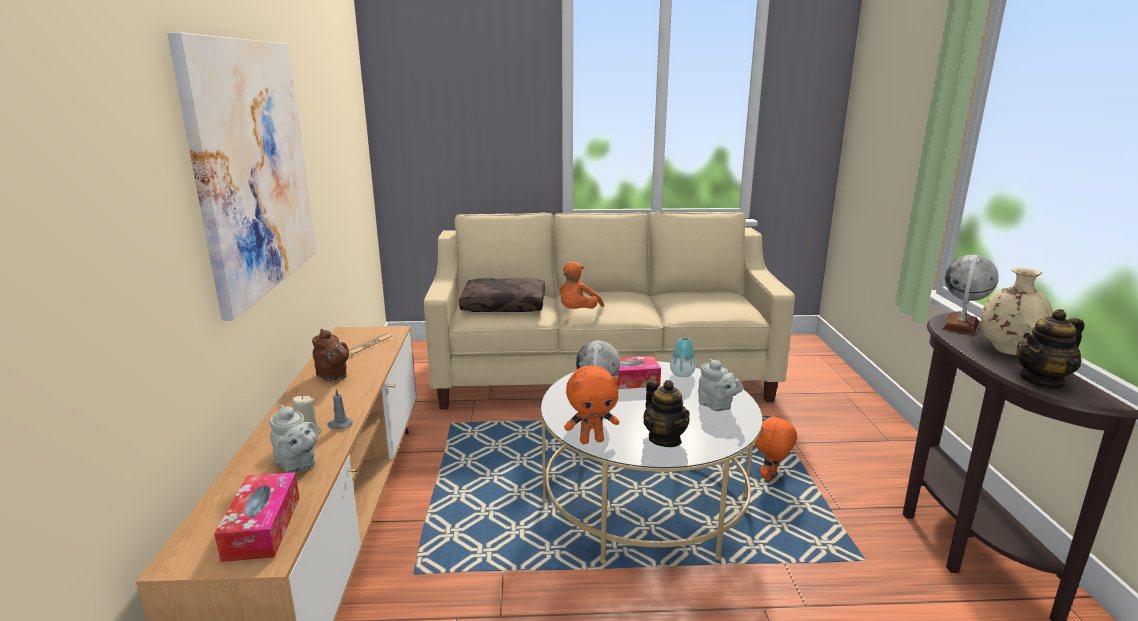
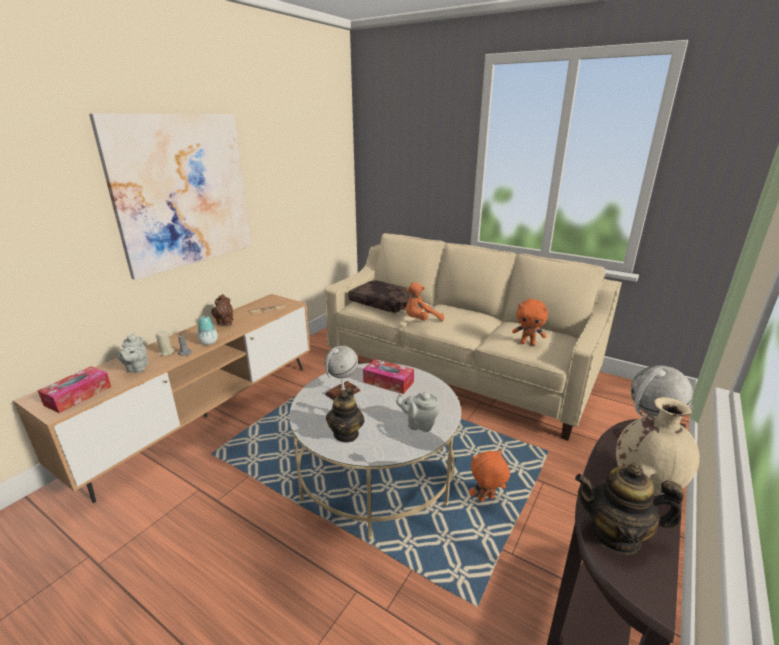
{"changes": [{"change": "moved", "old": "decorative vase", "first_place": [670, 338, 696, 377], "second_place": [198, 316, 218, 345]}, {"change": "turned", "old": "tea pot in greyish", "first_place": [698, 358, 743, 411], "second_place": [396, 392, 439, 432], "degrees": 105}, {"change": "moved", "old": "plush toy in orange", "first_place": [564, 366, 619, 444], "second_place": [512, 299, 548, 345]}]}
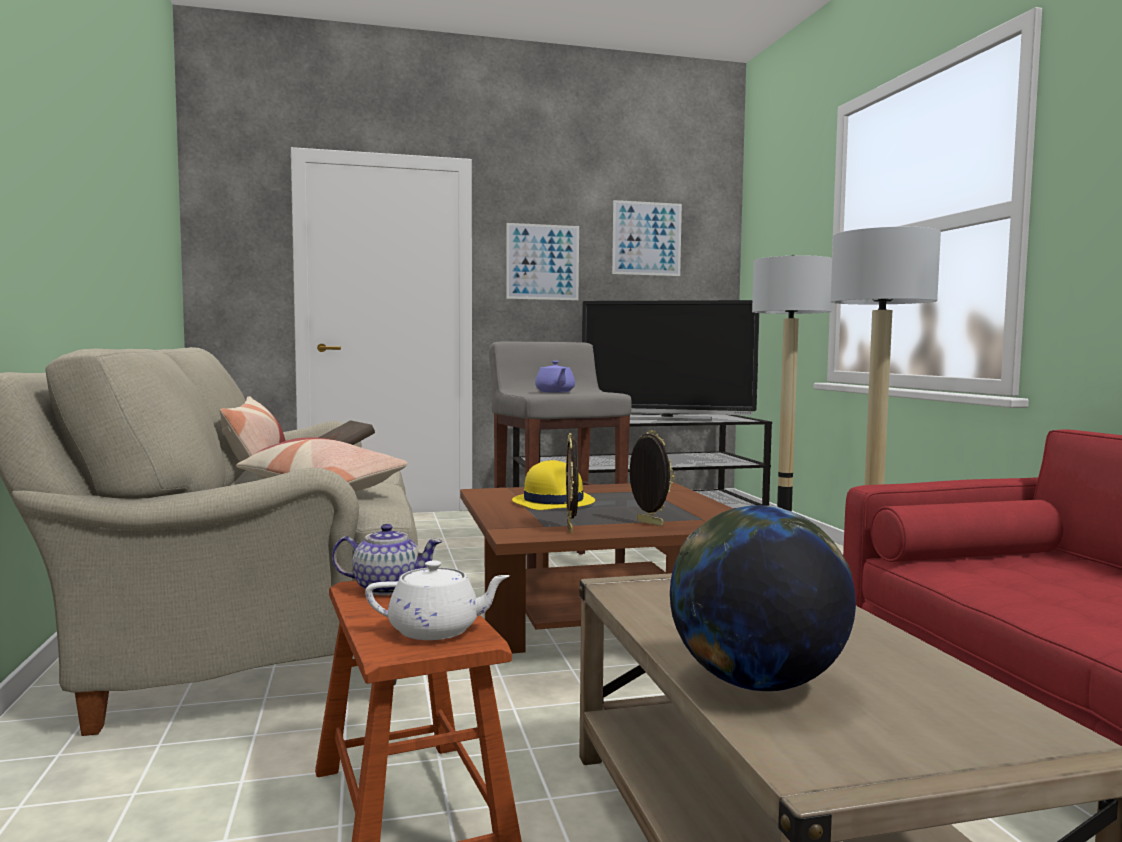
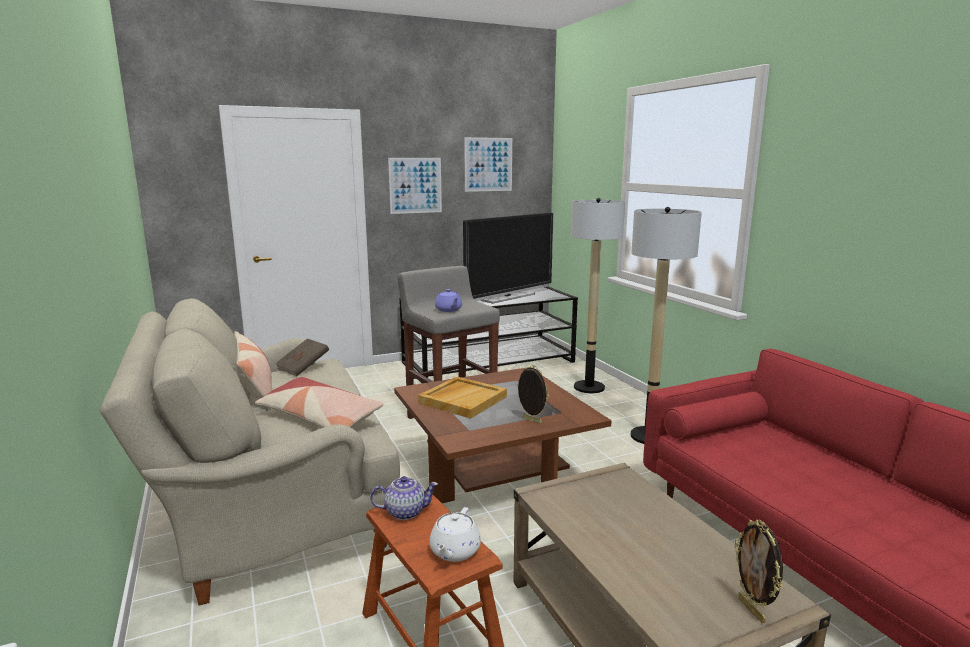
{"changes": [{"change": "turned", "old": "TV", "first_place": [582, 300, 759, 422], "second_place": [463, 213, 553, 304], "degrees": -45}, {"change": "moved", "old": "picture frame", "first_place": [566, 433, 578, 534], "second_place": [735, 520, 783, 623]}, {"change": "replaced", "old": "wearable hat in yellowish", "new": "serving tray in beige-coloured", "first_place": [512, 460, 595, 510], "second_place": [418, 377, 507, 419]}, {"change": "removed", "old": "globe", "first_place": [670, 505, 856, 691]}, {"change": "turned", "old": "tea pot in white", "first_place": [365, 561, 510, 640], "second_place": [429, 507, 481, 562], "degrees": 120}]}
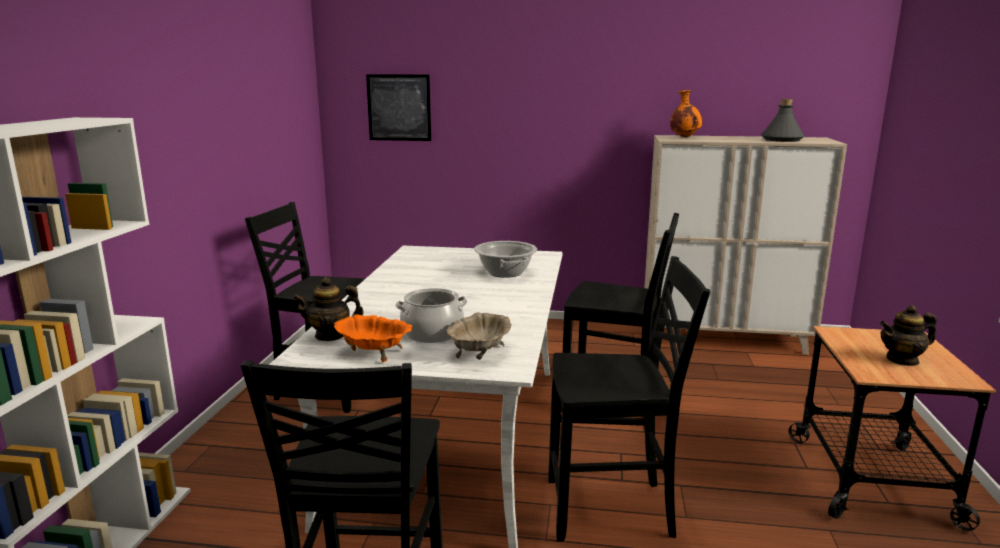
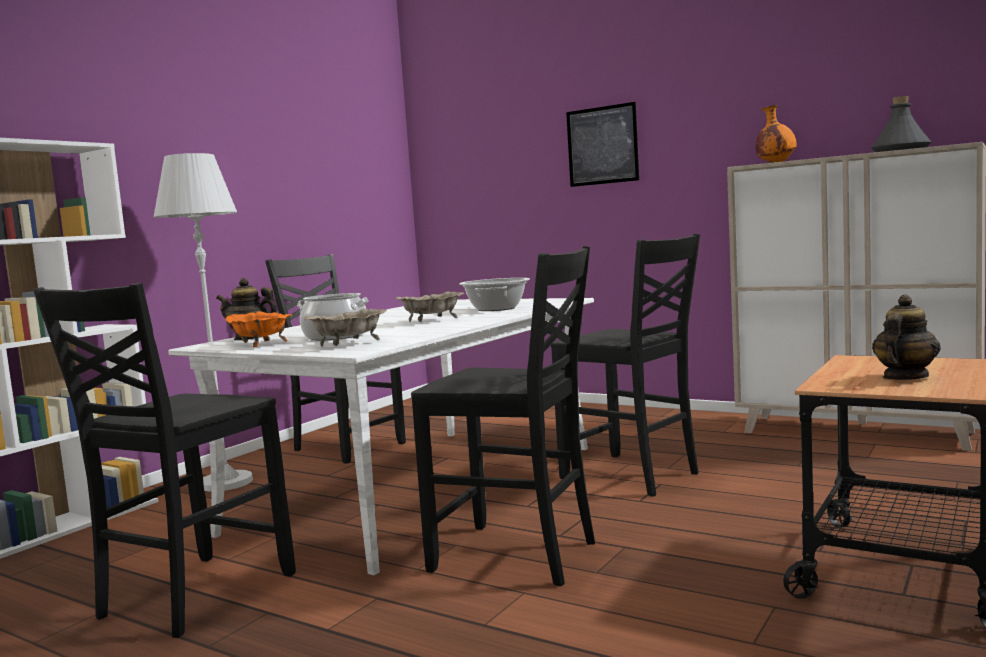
{"changes": [{"change": "moved", "old": "wall picture", "first_place": [366, 75, 431, 141], "second_place": [566, 102, 639, 187]}, {"change": "turned", "old": "tea pot", "first_place": [880, 305, 937, 366], "second_place": [872, 295, 941, 380], "degrees": 120}, {"change": "added", "new": "standard lamp in white", "second_place": [154, 153, 253, 492]}, {"change": "added", "new": "bowl in beige-coloured", "second_place": [395, 291, 465, 323]}]}
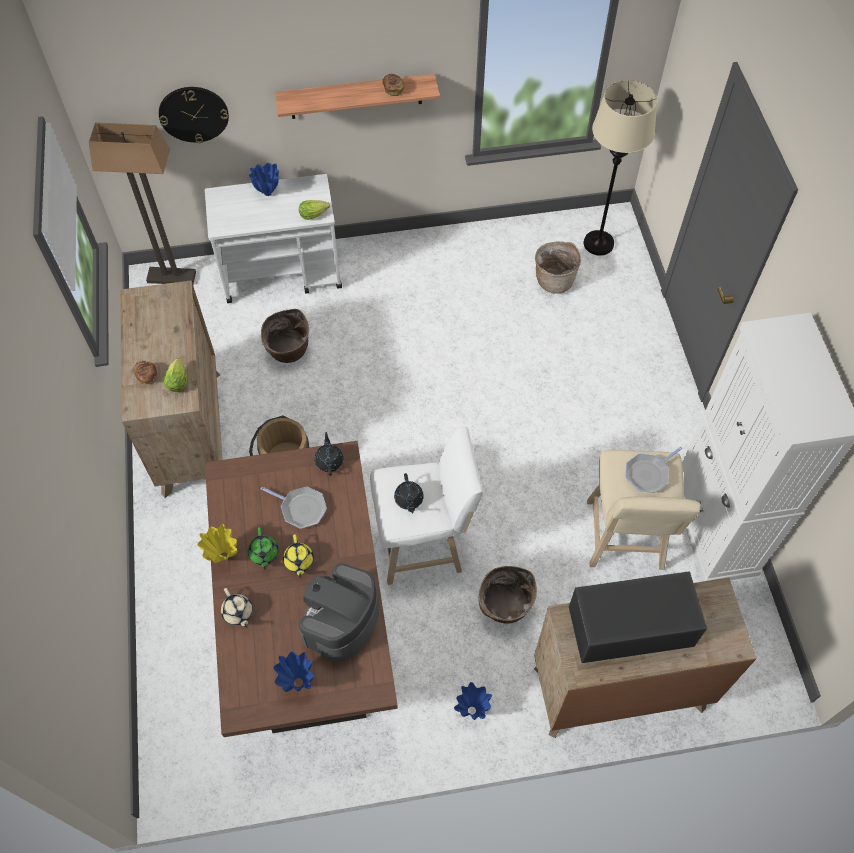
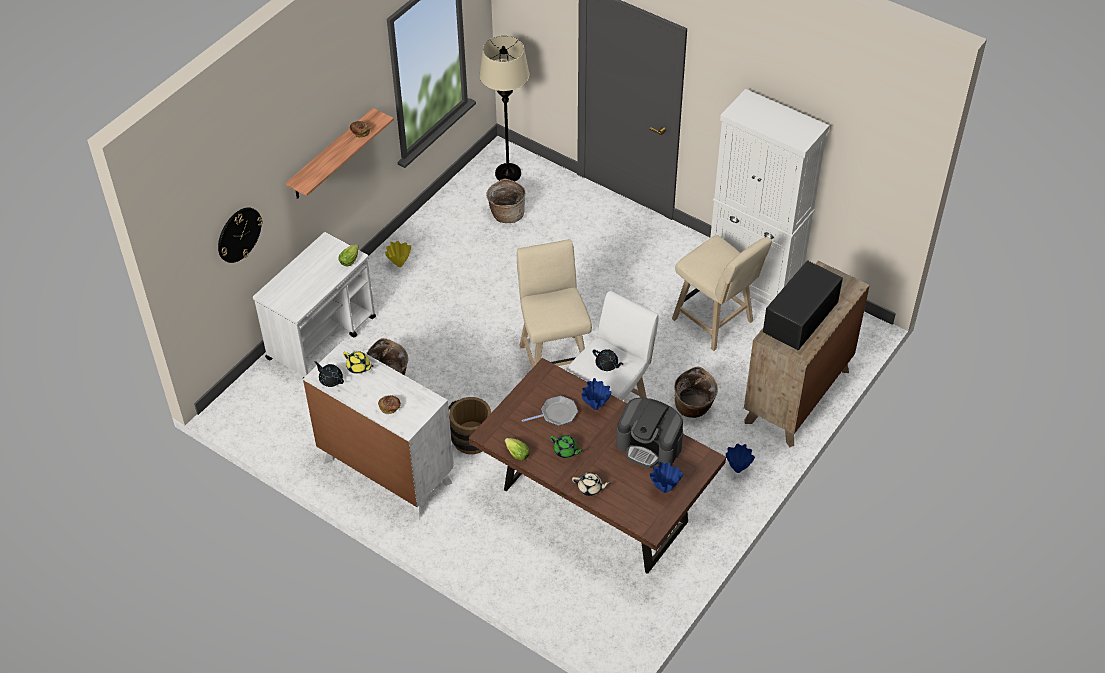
{"changes": [{"change": "removed", "old": "standard lamp", "first_place": [89, 122, 196, 284]}, {"change": "moved", "old": "decorative vase in bluish", "first_place": [249, 163, 279, 196], "second_place": [581, 378, 611, 410]}, {"change": "recoloured", "old": "drawer chest in brown-coloured", "new": "drawer chest in white", "first_place": [120, 280, 223, 498], "second_place": [303, 340, 454, 520]}, {"change": "moved", "old": "head of lettuce", "first_place": [164, 358, 187, 392], "second_place": [505, 438, 530, 460]}, {"change": "moved", "old": "tea pot in black-coloured", "first_place": [314, 432, 343, 476], "second_place": [315, 361, 344, 387]}, {"change": "removed", "old": "pan", "first_place": [626, 447, 683, 493]}, {"change": "moved", "old": "decorative vase in yellowish", "first_place": [198, 524, 237, 563], "second_place": [385, 241, 411, 267]}, {"change": "moved", "old": "tea pot in yellowish", "first_place": [283, 534, 314, 578], "second_place": [343, 351, 373, 374]}, {"change": "turned", "old": "coffee brewer", "first_place": [299, 563, 380, 662], "second_place": [616, 398, 683, 468], "degrees": -45}, {"change": "added", "new": "stool in beige-coloured", "second_place": [517, 239, 592, 368]}]}
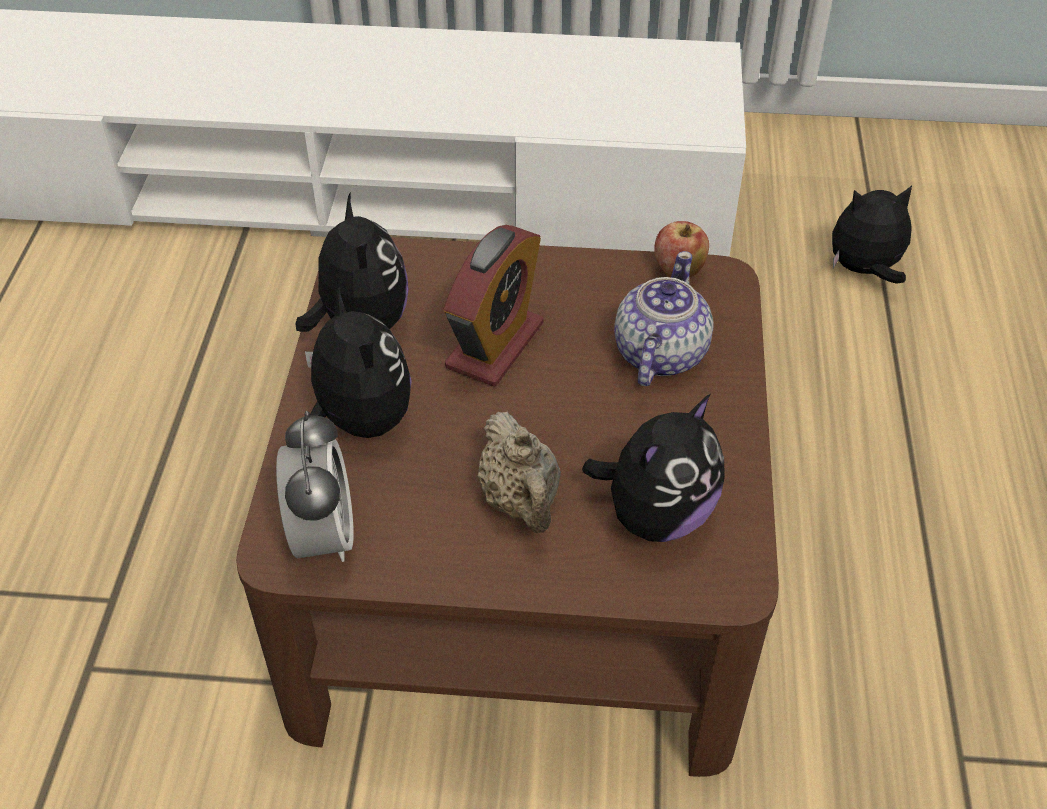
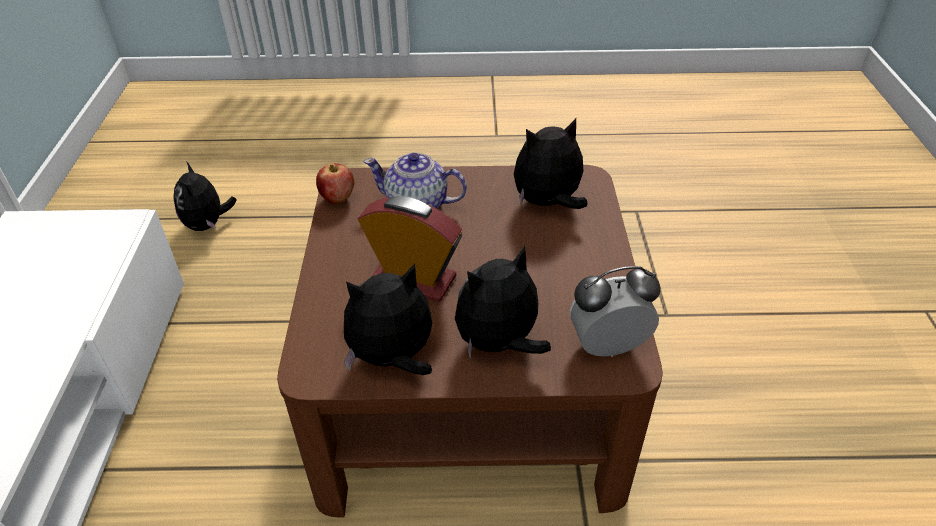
{"changes": [{"change": "turned", "old": "plush toy", "first_place": [582, 394, 725, 542], "second_place": [514, 118, 588, 209], "degrees": -60}, {"change": "removed", "old": "tea pot in beige-coloured", "first_place": [478, 412, 561, 533]}]}
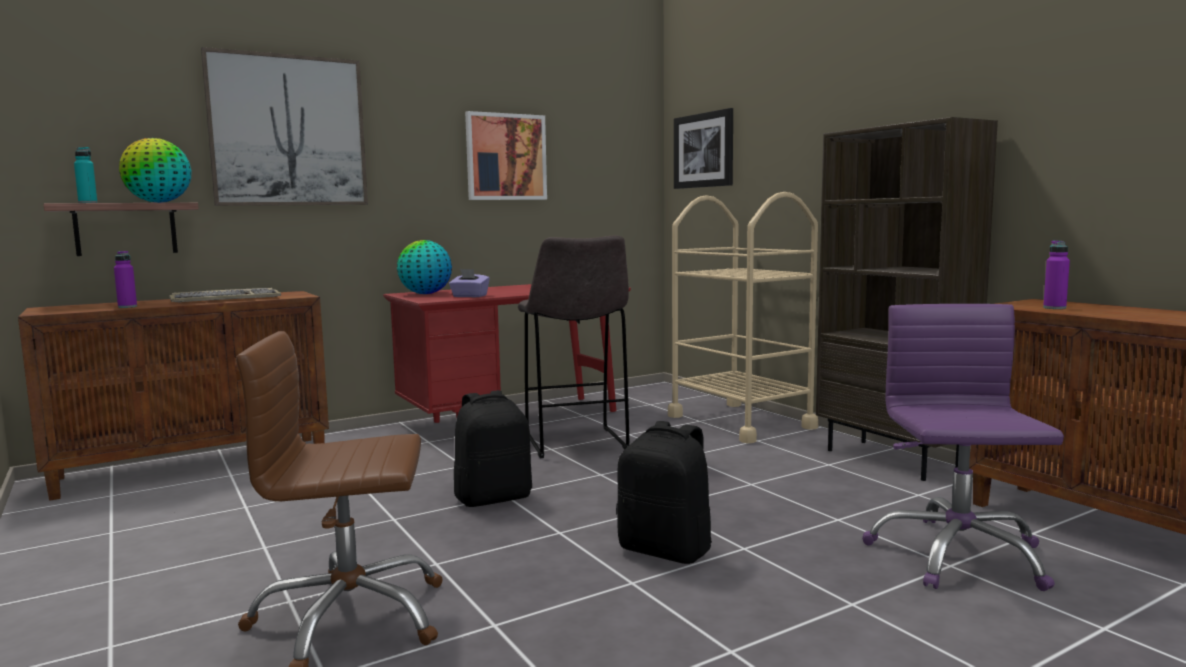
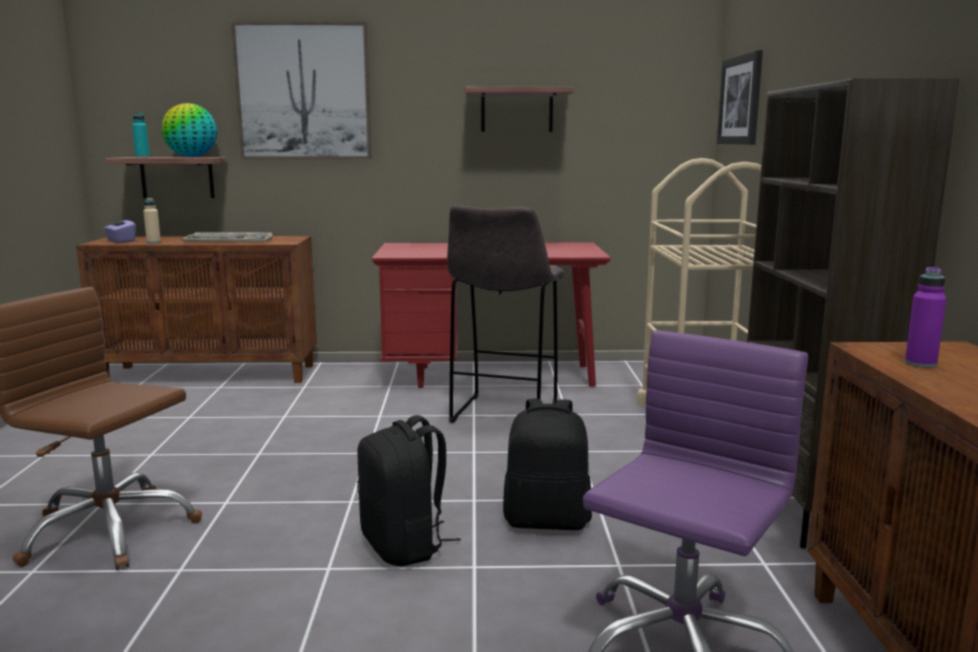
{"changes": [{"change": "replaced", "old": "wall picture", "new": "shelf", "first_place": [465, 111, 547, 200], "second_place": [465, 87, 574, 132]}, {"change": "removed", "old": "globe", "first_place": [397, 240, 452, 294]}, {"change": "recoloured", "old": "drink bottle in purple", "new": "drink bottle in beige-coloured", "first_place": [114, 251, 137, 308], "second_place": [143, 198, 161, 244]}, {"change": "moved", "old": "tissue holder in purple", "first_place": [449, 269, 490, 297], "second_place": [103, 215, 136, 243]}, {"change": "moved", "old": "knapsack in black-coloured", "first_place": [454, 390, 532, 507], "second_place": [503, 399, 592, 530]}]}
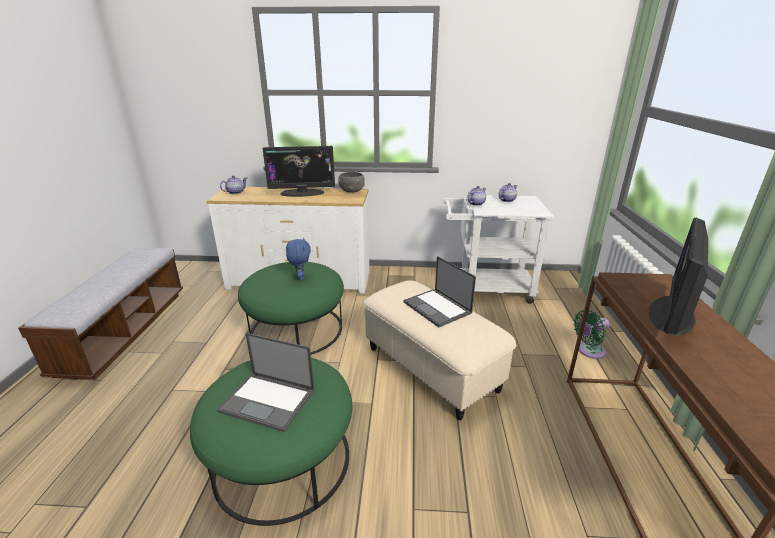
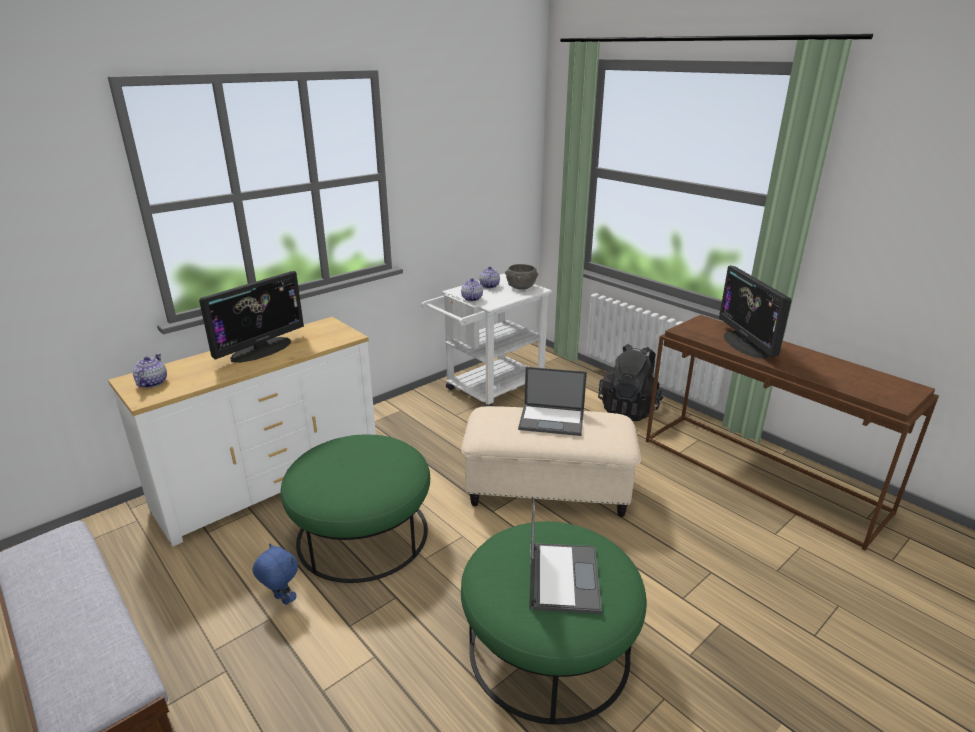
{"changes": [{"change": "moved", "old": "bowl in greyish", "first_place": [338, 172, 365, 193], "second_place": [505, 264, 538, 289]}, {"change": "moved", "old": "plush toy in bluish", "first_place": [286, 238, 311, 281], "second_place": [252, 543, 298, 605]}, {"change": "replaced", "old": "cooling fan in greenish", "new": "knapsack in black-coloured", "first_place": [574, 310, 610, 359], "second_place": [598, 344, 663, 421]}, {"change": "turned", "old": "laptop", "first_place": [217, 333, 315, 432], "second_place": [529, 498, 602, 614], "degrees": -60}]}
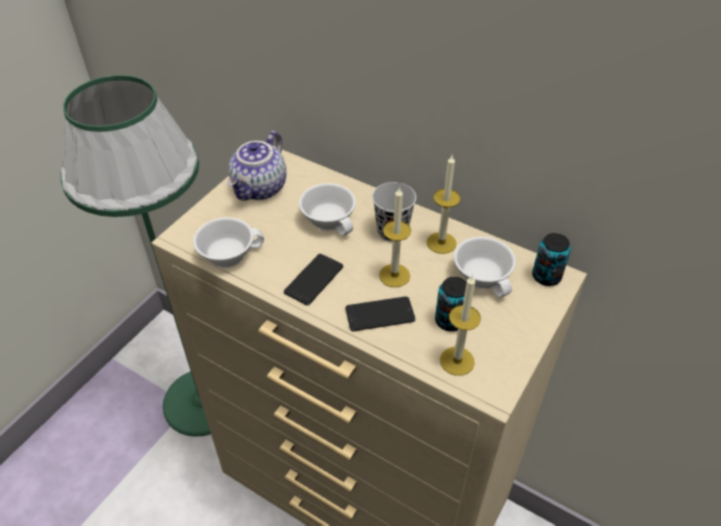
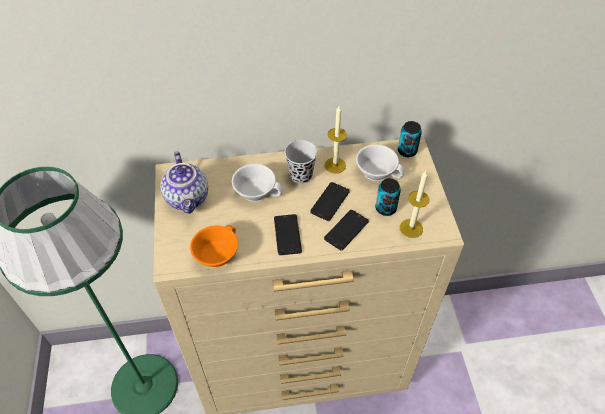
{"changes": [{"change": "replaced", "old": "candle", "new": "telephone", "first_place": [379, 187, 411, 287], "second_place": [310, 182, 350, 221]}, {"change": "recoloured", "old": "small cup in white", "new": "small cup in orange", "first_place": [193, 217, 264, 268], "second_place": [190, 225, 238, 268]}]}
